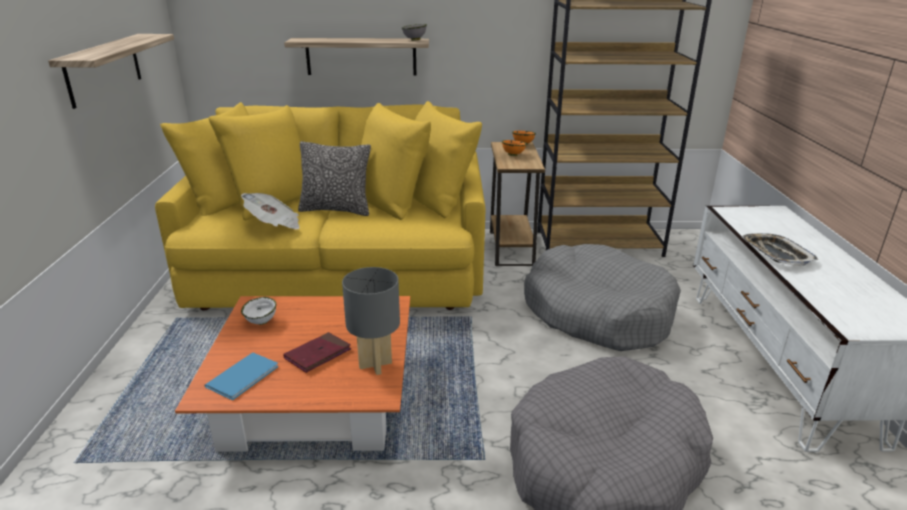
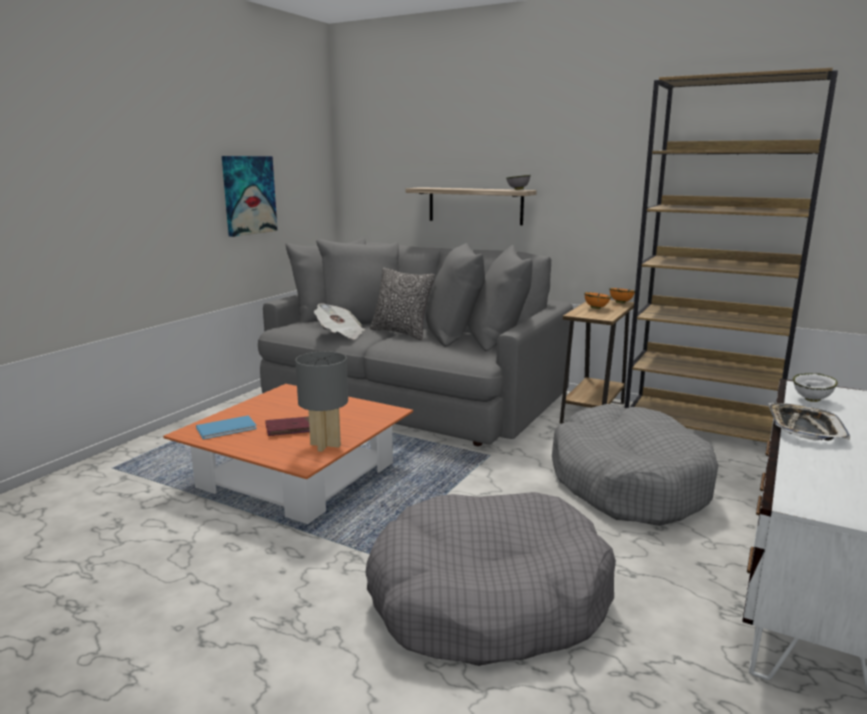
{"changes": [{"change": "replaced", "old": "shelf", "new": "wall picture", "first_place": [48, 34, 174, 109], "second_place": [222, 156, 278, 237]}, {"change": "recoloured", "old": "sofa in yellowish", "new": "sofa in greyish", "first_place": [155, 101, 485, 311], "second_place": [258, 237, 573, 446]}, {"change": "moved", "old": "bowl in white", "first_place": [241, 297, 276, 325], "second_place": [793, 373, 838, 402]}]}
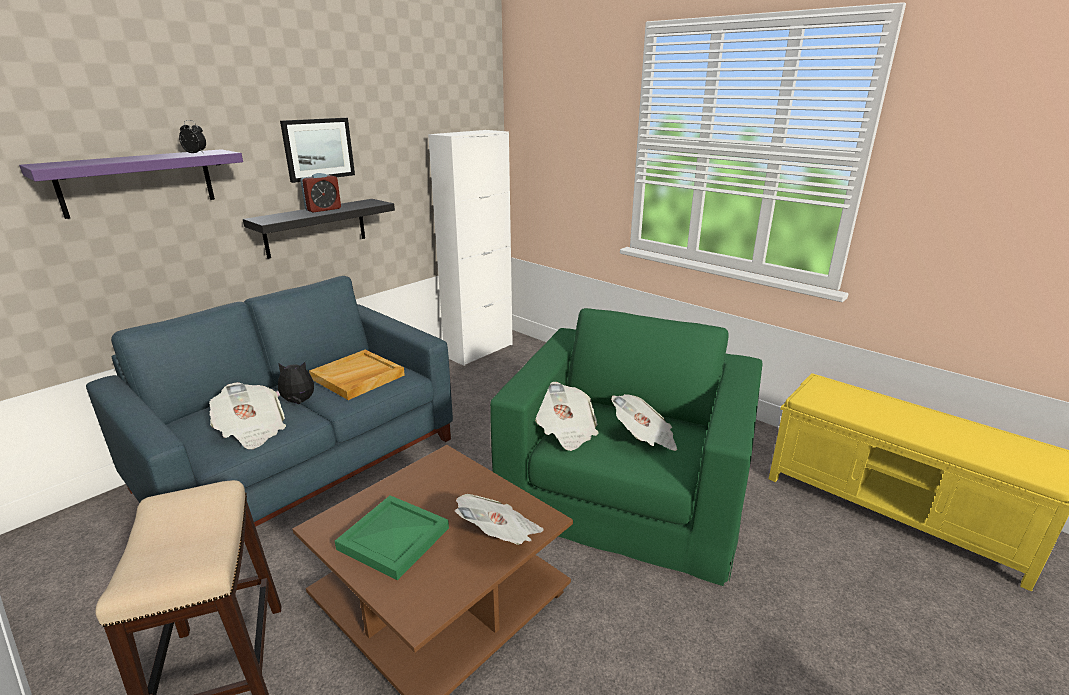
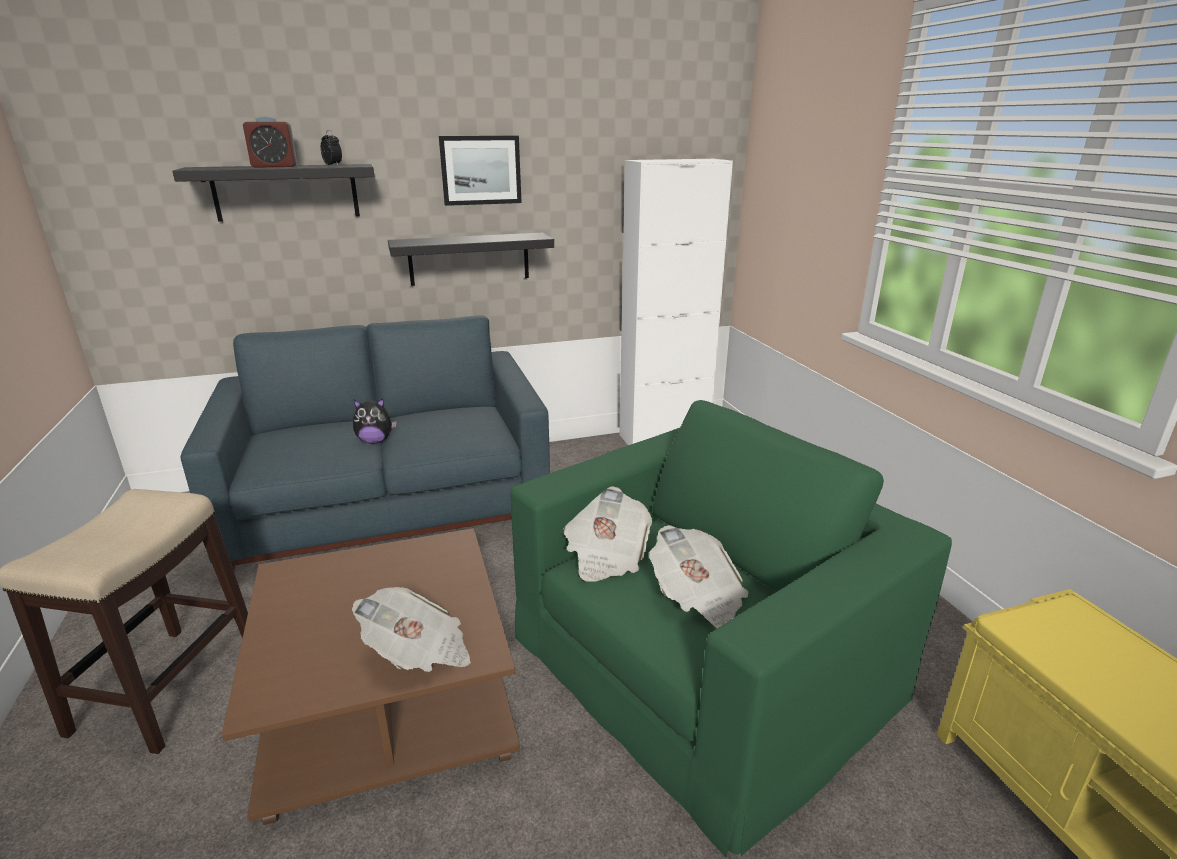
{"changes": [{"change": "recoloured", "old": "shelf in purple", "new": "shelf in black-coloured", "first_place": [19, 149, 243, 219], "second_place": [172, 164, 375, 222]}, {"change": "moved", "old": "bedside clock", "first_place": [300, 173, 341, 213], "second_place": [243, 117, 297, 168]}, {"change": "removed", "old": "serving tray in beige-coloured", "first_place": [309, 350, 405, 400]}, {"change": "turned", "old": "plush toy", "first_place": [276, 362, 314, 404], "second_place": [353, 398, 397, 444], "degrees": 150}, {"change": "removed", "old": "daily paper", "first_place": [209, 382, 286, 449]}, {"change": "removed", "old": "serving tray in greenish", "first_place": [335, 495, 449, 580]}]}
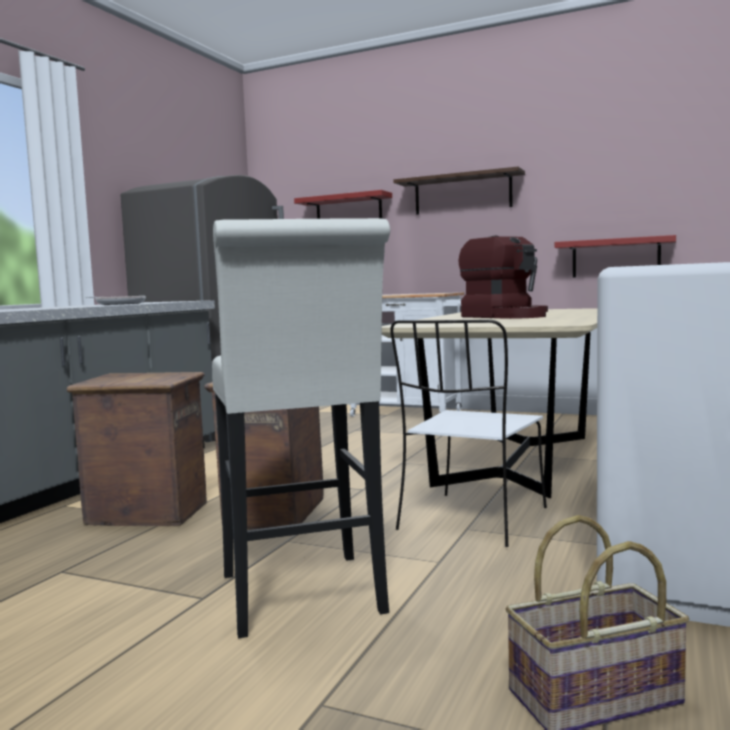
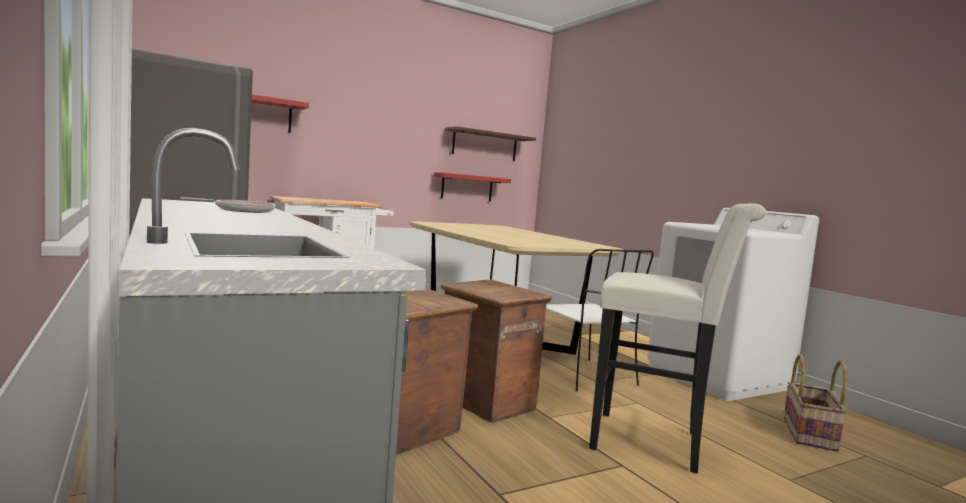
{"changes": [{"change": "moved", "old": "shelf", "first_place": [394, 167, 525, 215], "second_place": [445, 126, 536, 161]}, {"change": "removed", "old": "coffee brewer", "first_place": [459, 236, 548, 319]}]}
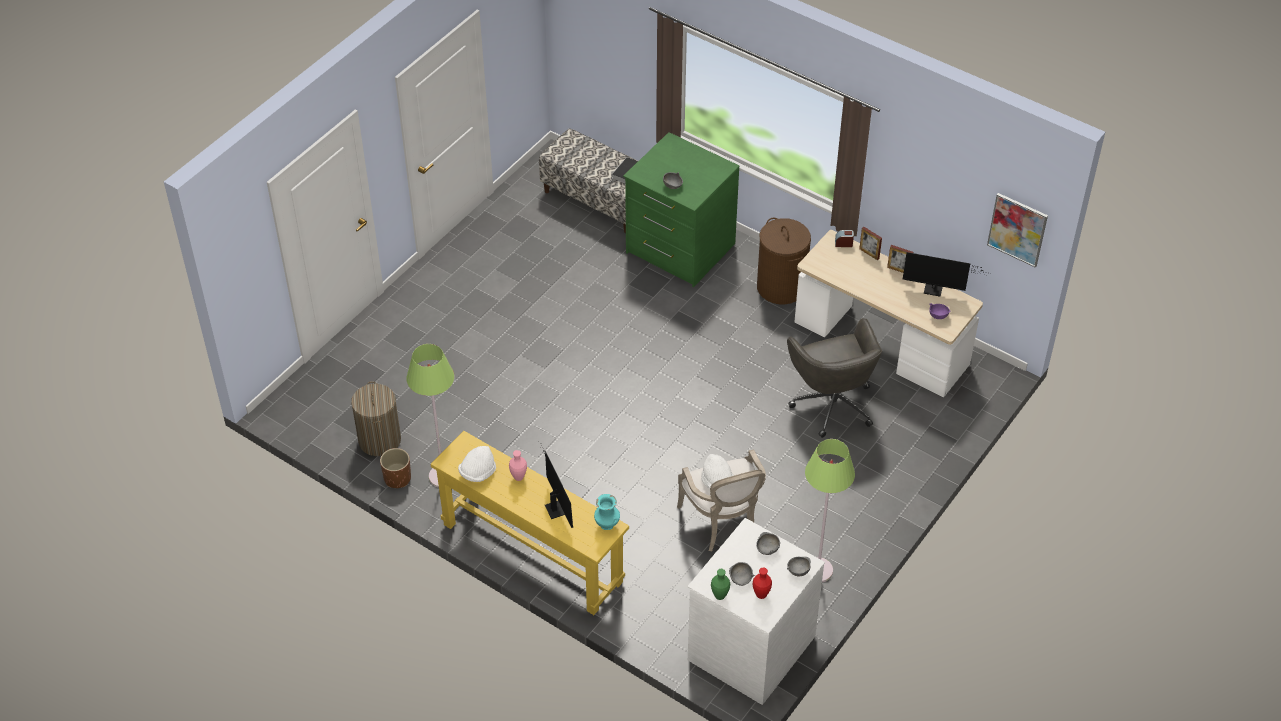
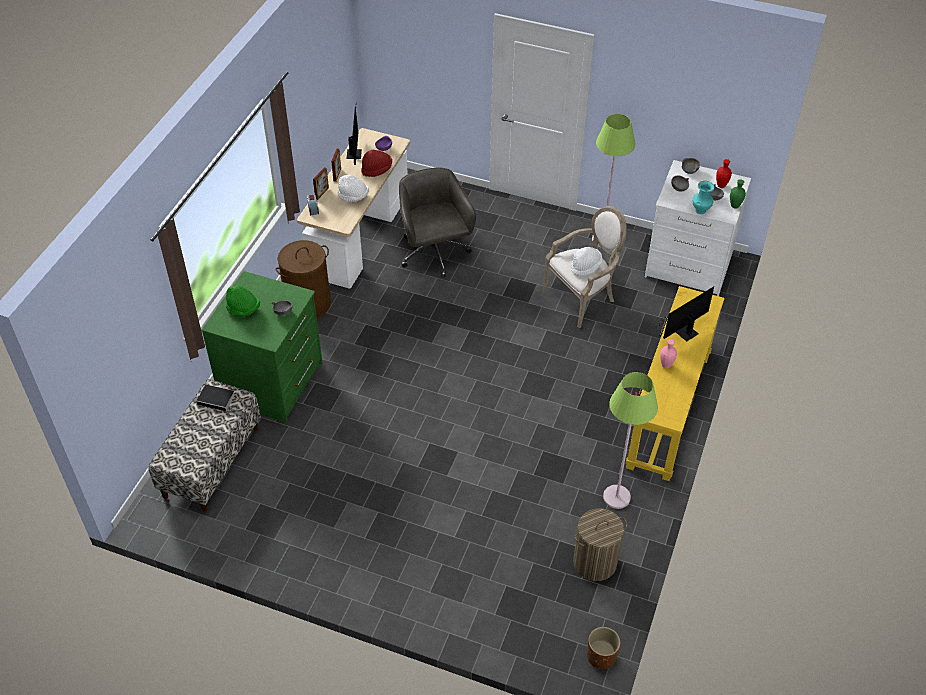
{"changes": [{"change": "removed", "old": "wall picture", "first_place": [987, 193, 1048, 267]}, {"change": "turned", "old": "computer chair in greyish", "first_place": [787, 318, 882, 438], "second_place": [399, 168, 476, 277], "degrees": -75}, {"change": "moved", "old": "wearable hat in white", "first_place": [458, 446, 496, 482], "second_place": [338, 175, 369, 202]}, {"change": "moved", "old": "plant pot in brown-coloured", "first_place": [380, 448, 411, 488], "second_place": [587, 627, 620, 669]}, {"change": "moved", "old": "decorative vase in turquoise-coloured", "first_place": [594, 494, 620, 530], "second_place": [692, 181, 715, 214]}, {"change": "added", "new": "wearable hat in red-coloured", "second_place": [361, 150, 392, 177]}, {"change": "added", "new": "wearable hat in greenish", "second_place": [226, 286, 260, 317]}]}
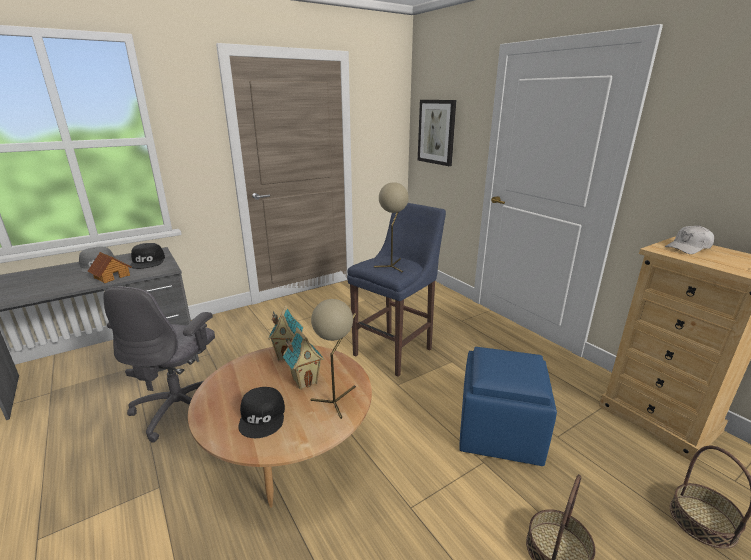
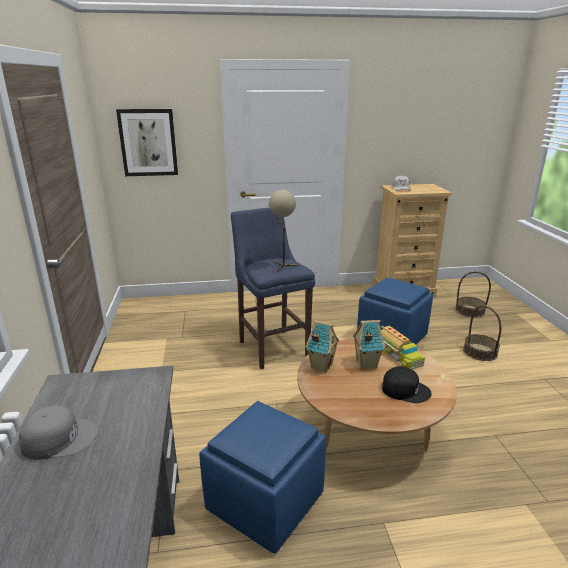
{"changes": [{"change": "removed", "old": "cap in black-coloured", "first_place": [130, 243, 165, 269]}, {"change": "removed", "old": "toy house", "first_place": [87, 252, 131, 283]}, {"change": "replaced", "old": "computer chair in greyish", "new": "pouffe in bluish", "first_place": [103, 287, 215, 443], "second_place": [199, 401, 326, 554]}, {"change": "replaced", "old": "tabletop lamp in beige-coloured", "new": "model truck", "first_place": [311, 299, 356, 419], "second_place": [381, 326, 425, 370]}]}
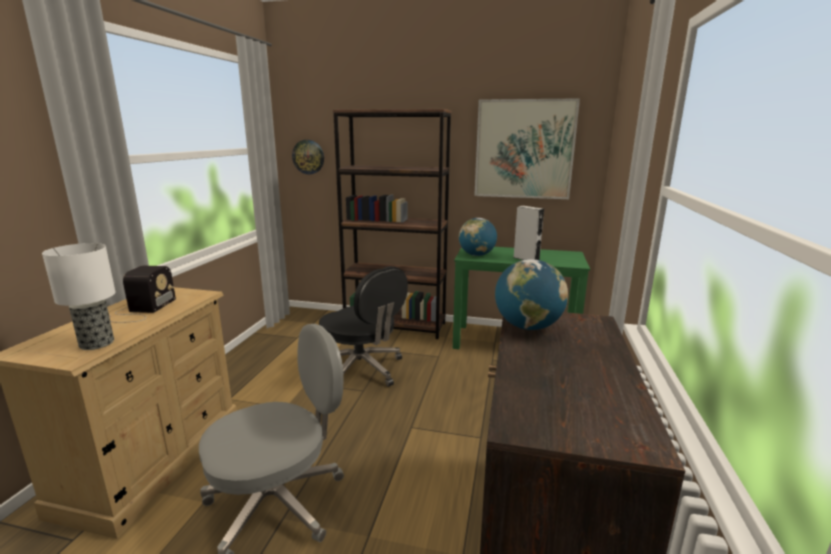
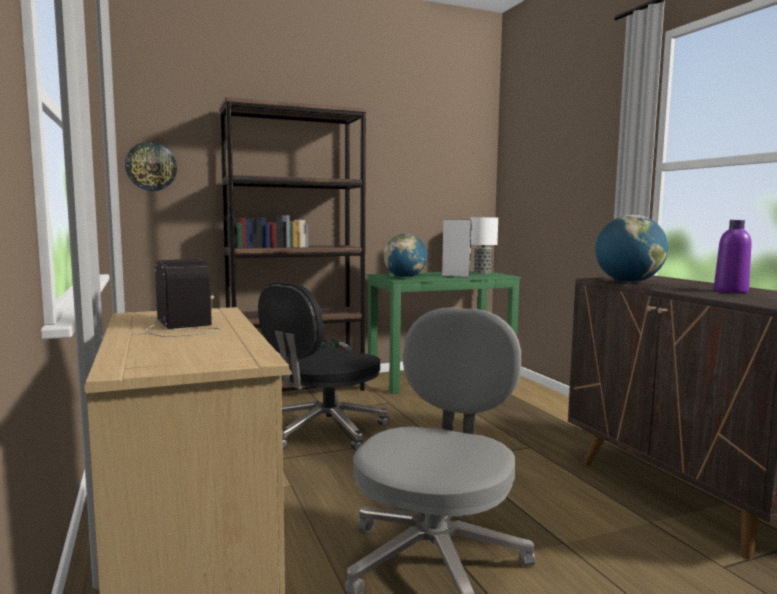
{"changes": [{"change": "removed", "old": "wall picture", "first_place": [474, 98, 580, 199]}, {"change": "moved", "old": "tabletop lamp", "first_place": [42, 243, 115, 350], "second_place": [470, 217, 498, 274]}, {"change": "turned", "old": "computer chair in black-coloured", "first_place": [319, 266, 408, 387], "second_place": [258, 282, 389, 451], "degrees": 120}, {"change": "added", "new": "drink bottle in purple", "second_place": [714, 220, 752, 293]}]}
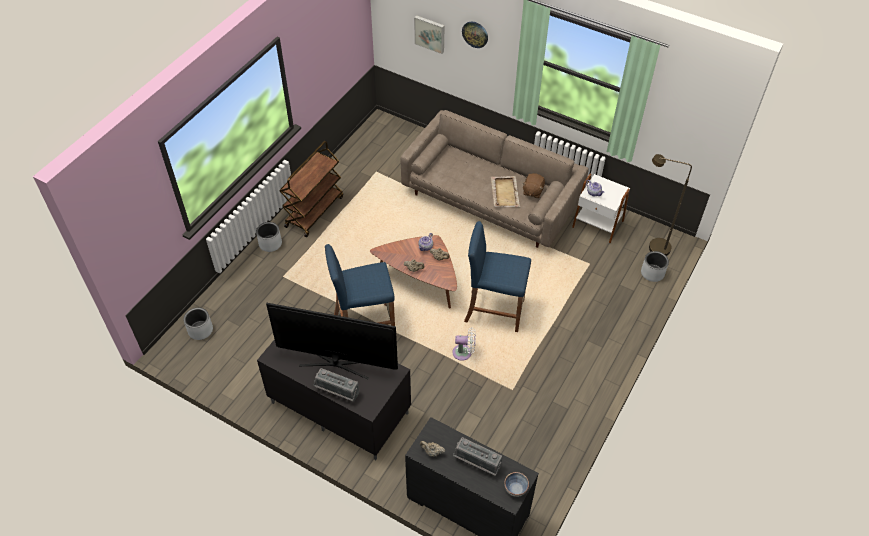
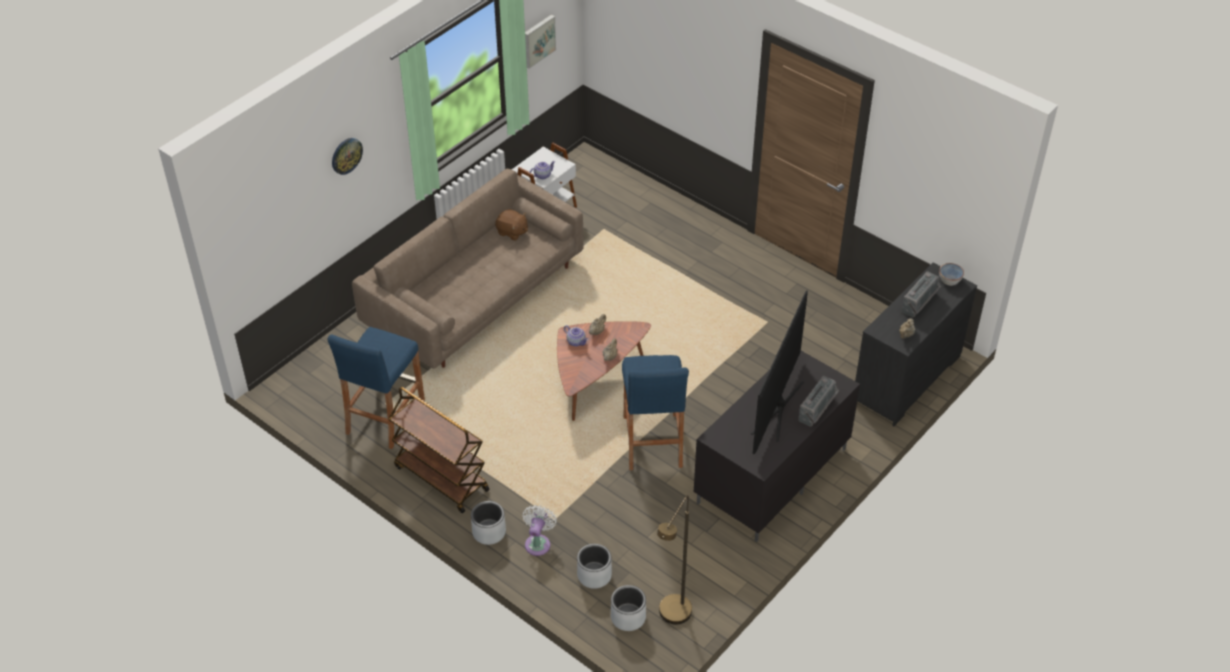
{"changes": [{"change": "moved", "old": "wall picture", "first_place": [414, 15, 445, 54], "second_place": [525, 15, 556, 69]}, {"change": "moved", "old": "standard lamp in brown-coloured", "first_place": [649, 154, 692, 256], "second_place": [657, 495, 692, 625]}, {"change": "removed", "old": "serving tray in beige-coloured", "first_place": [491, 176, 520, 207]}, {"change": "moved", "old": "stool in bluish", "first_place": [464, 221, 531, 332], "second_place": [328, 327, 425, 449]}, {"change": "moved", "old": "plant pot in greyish", "first_place": [641, 251, 669, 282], "second_place": [577, 544, 612, 589]}, {"change": "moved", "old": "cooling fan in white", "first_place": [452, 328, 476, 361], "second_place": [523, 505, 557, 556]}]}
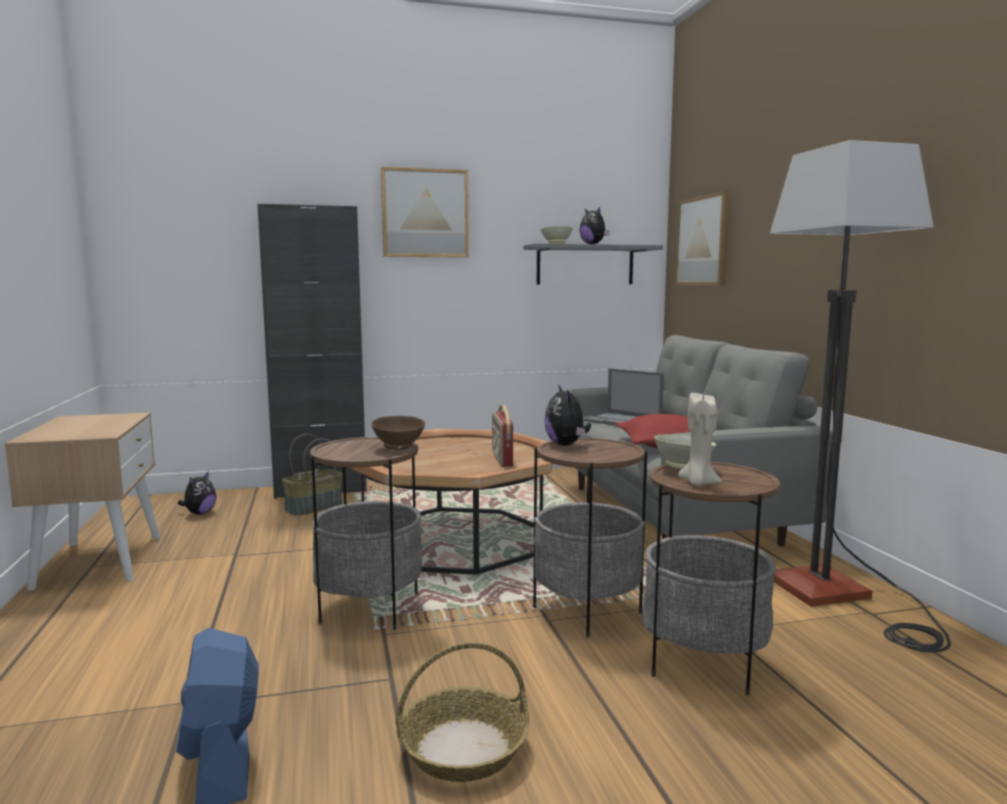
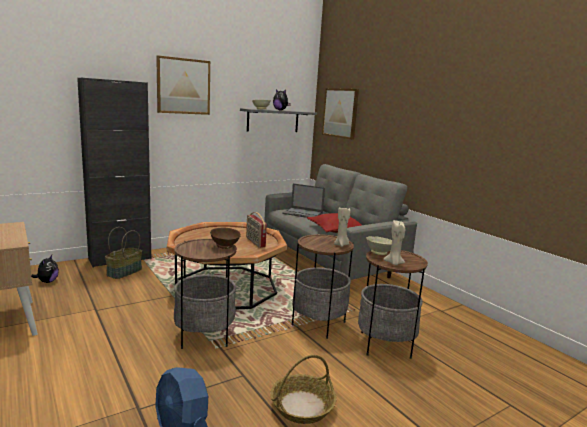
{"changes": [{"change": "removed", "old": "standard lamp", "first_place": [770, 140, 951, 652]}, {"change": "removed", "old": "plush toy", "first_place": [544, 385, 591, 445]}, {"change": "added", "new": "candle in beige-coloured", "second_place": [334, 207, 350, 247]}]}
